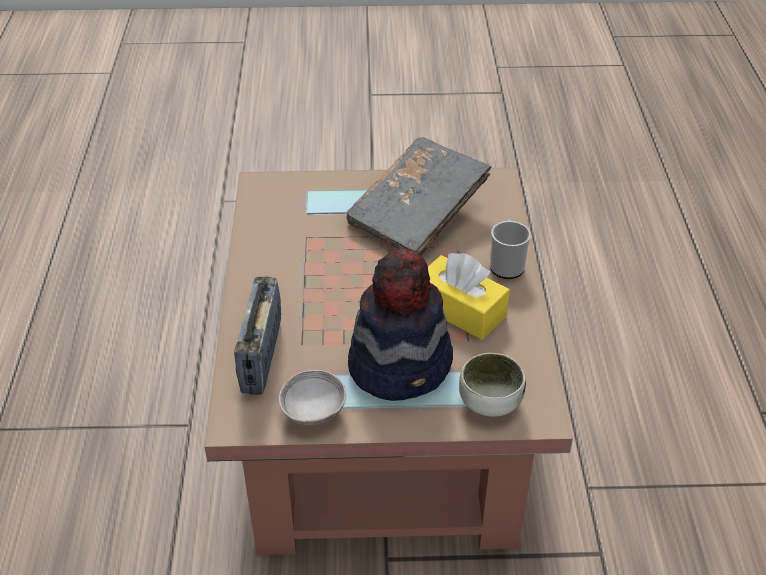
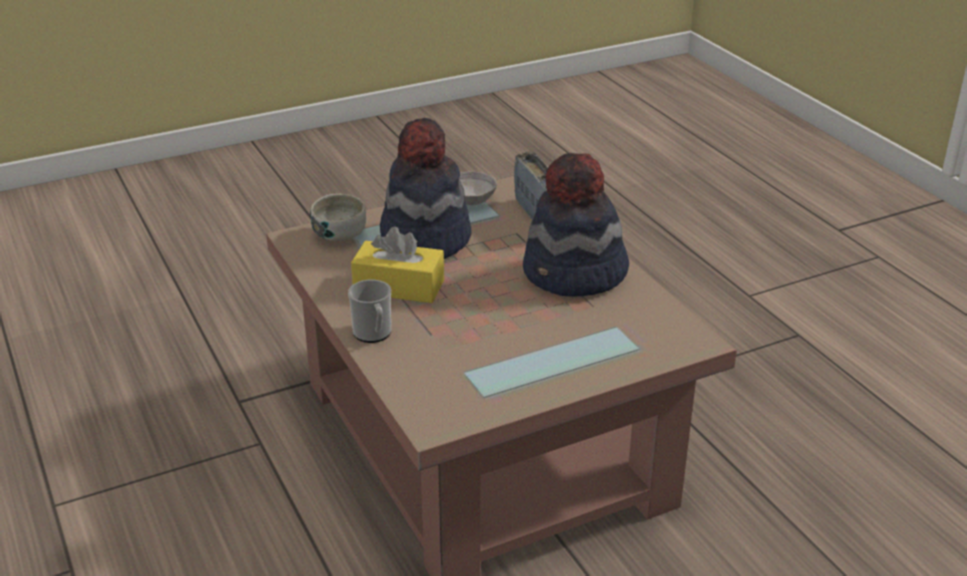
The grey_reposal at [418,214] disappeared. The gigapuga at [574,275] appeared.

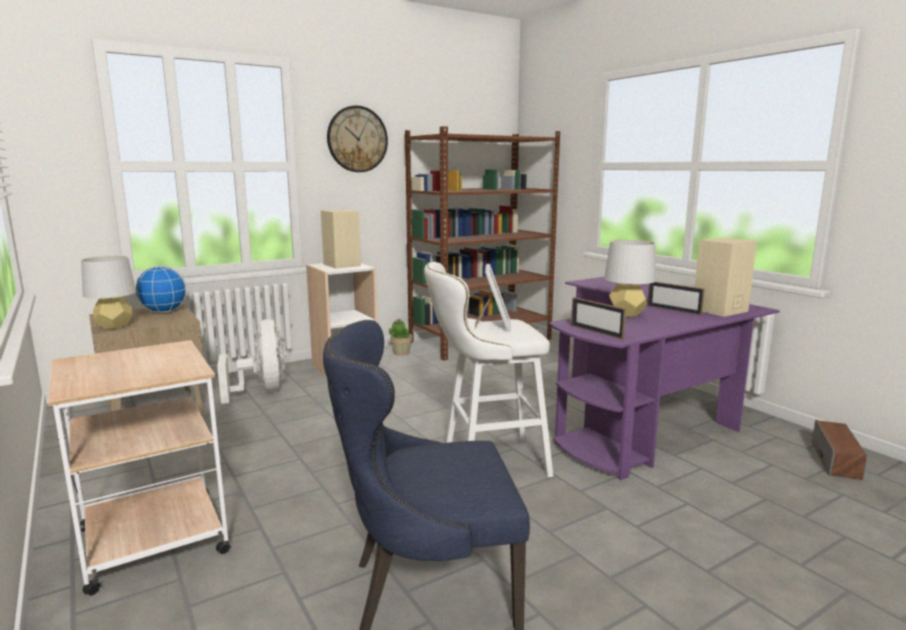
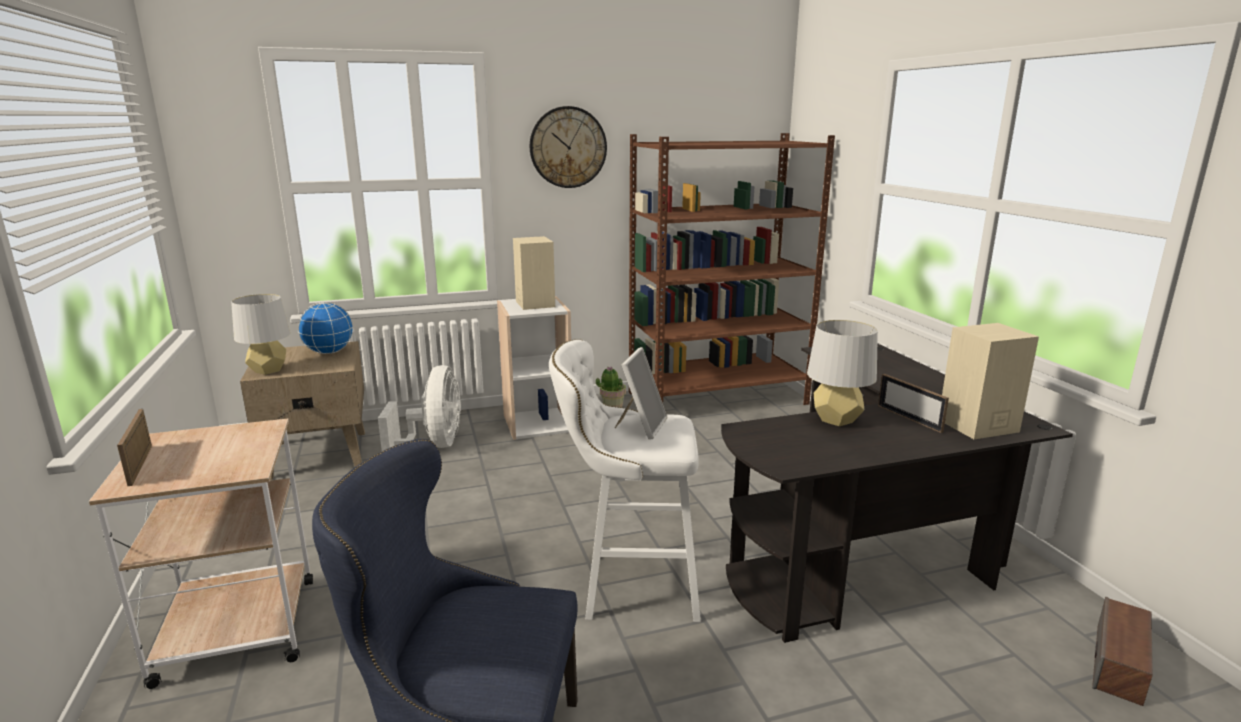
The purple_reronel at [643,416] became the black_reronel at [869,544]. The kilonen moved from [596,332] to [140,465].

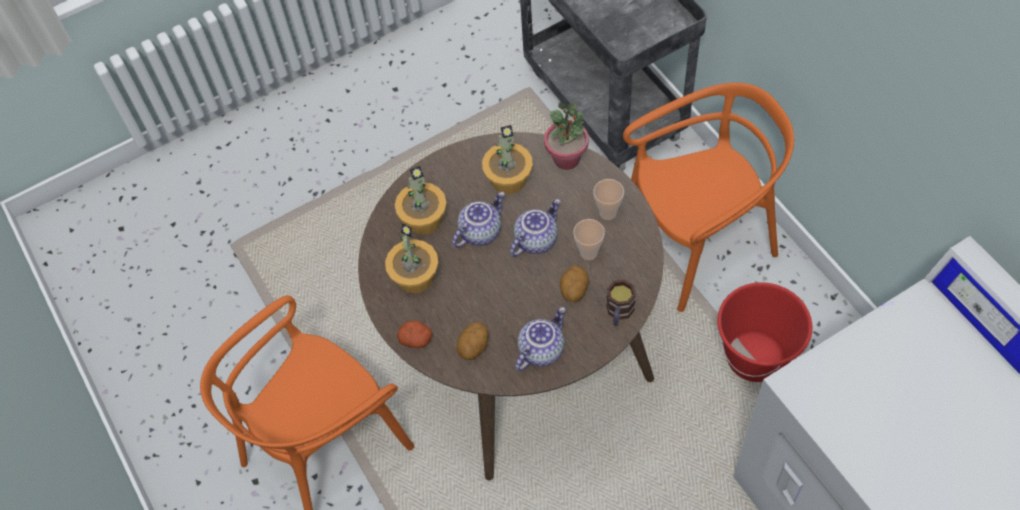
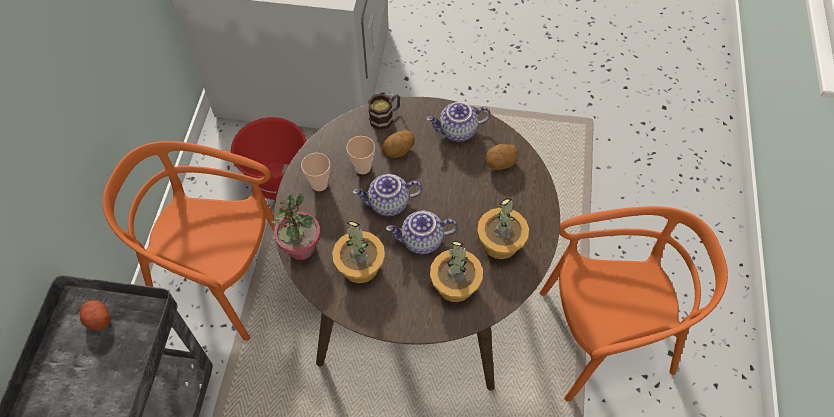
The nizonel moved from [416,339] to [97,319].

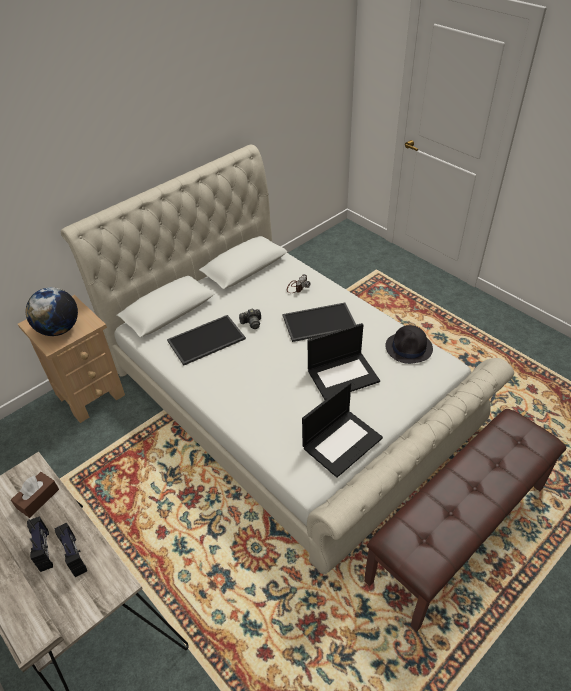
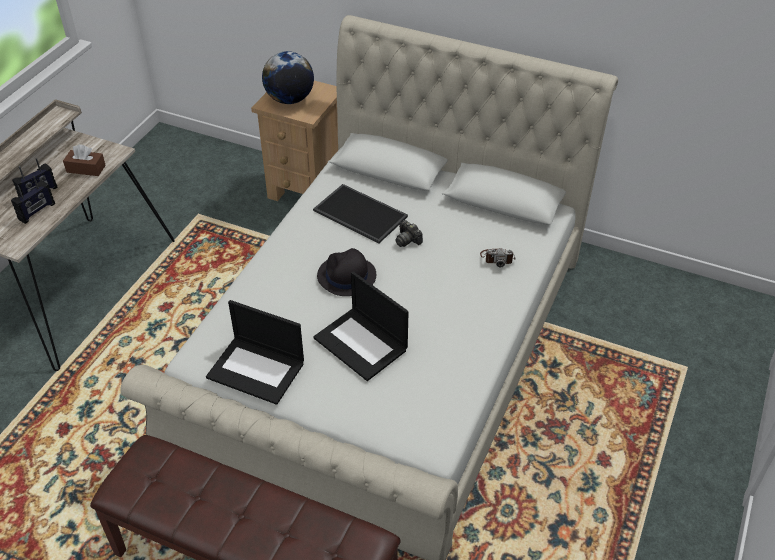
The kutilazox at [319,323] disappeared. The black_gigapuga moved from [409,348] to [346,276].

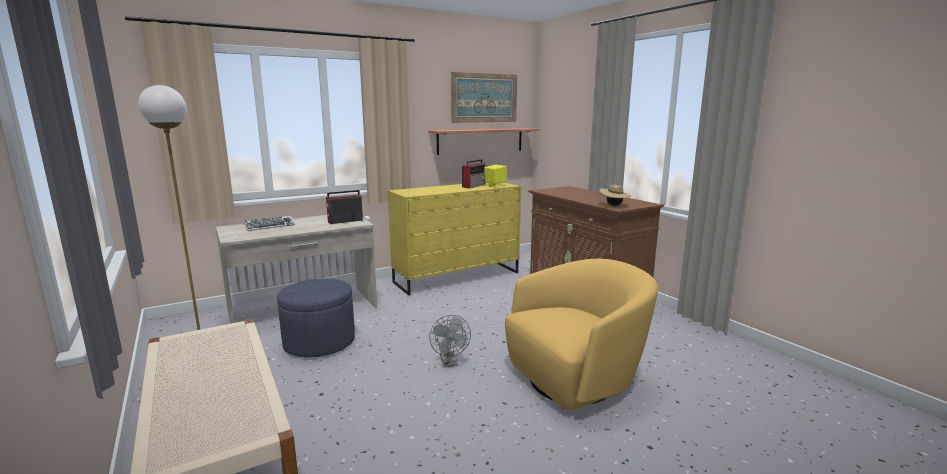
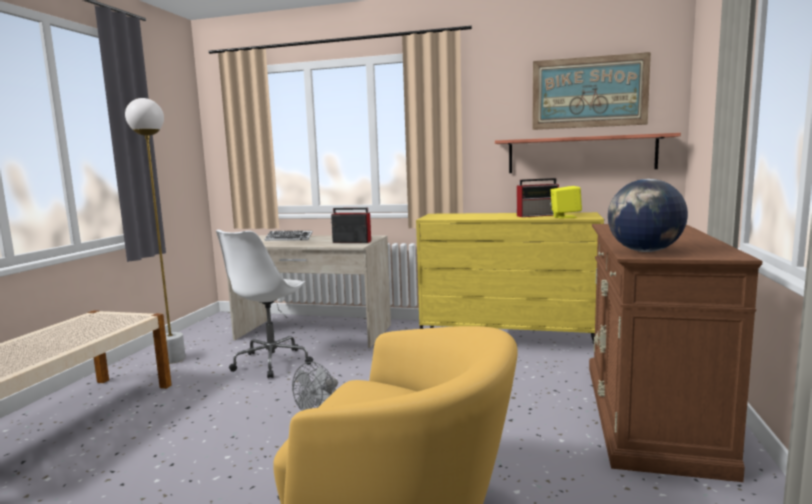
The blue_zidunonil at [319,342] was replaced by the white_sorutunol at [270,363]. The beige_gigapuga at [613,205] was replaced by the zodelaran at [644,251].

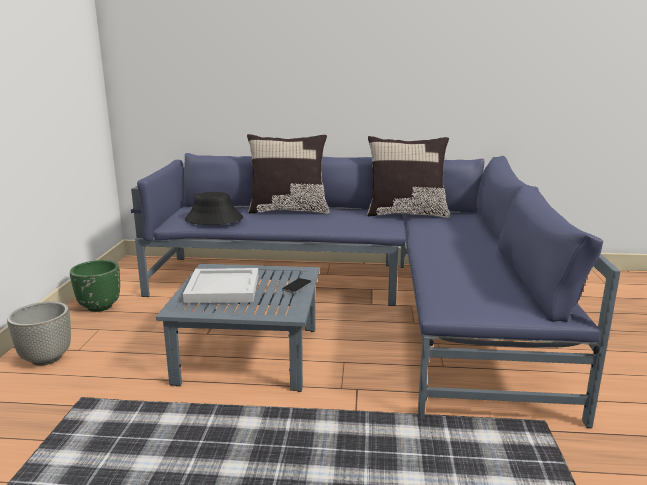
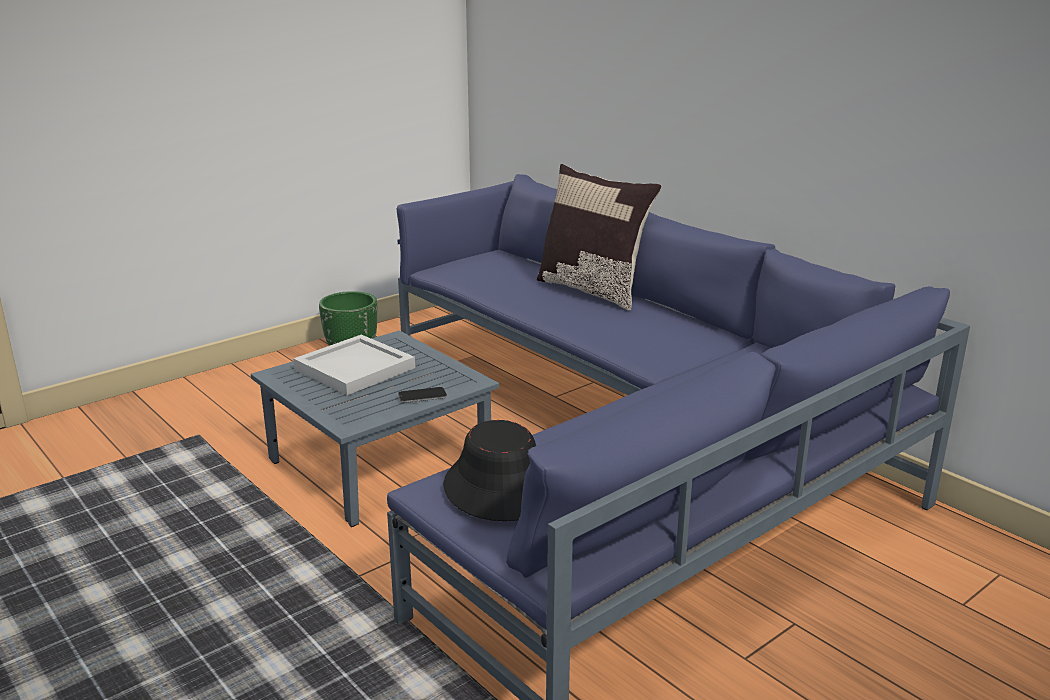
The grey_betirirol at [45,358] disappeared. The black_gigapuga moved from [214,219] to [500,487]. The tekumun at [406,214] disappeared.

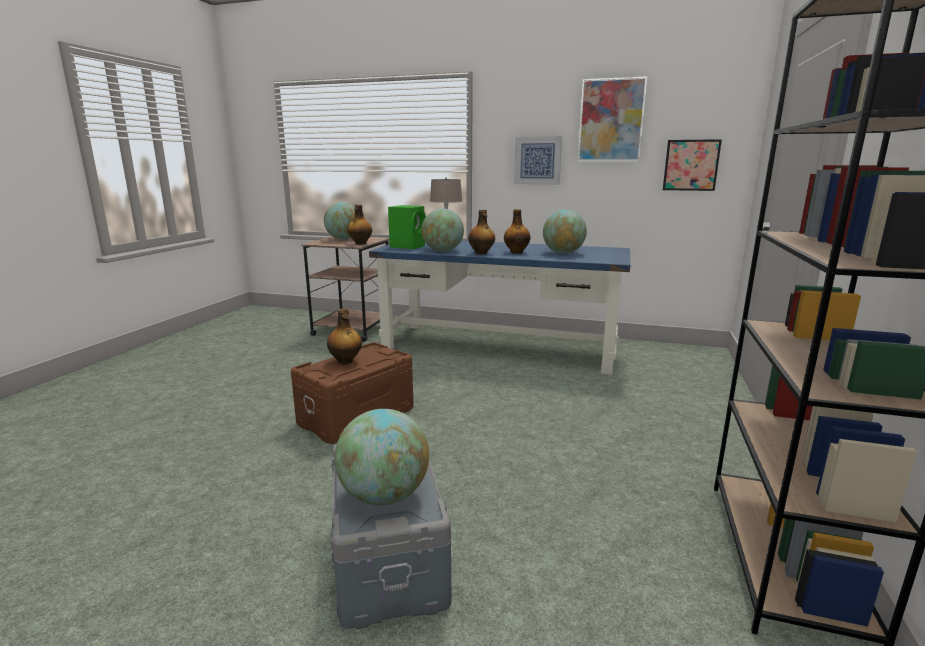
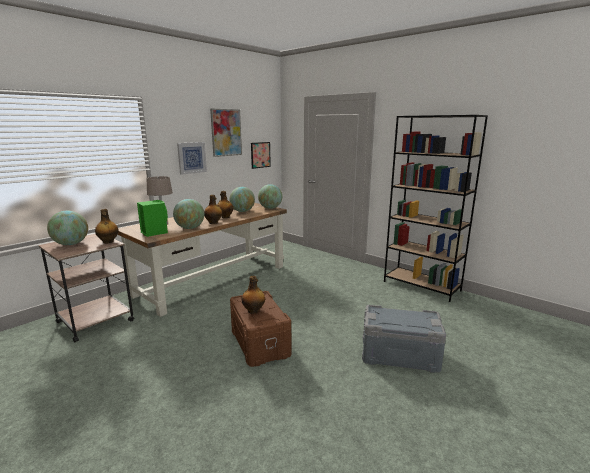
The zodelaran moved from [384,495] to [270,208]. The blue_reronel at [500,347] became the brown_reronel at [214,280].

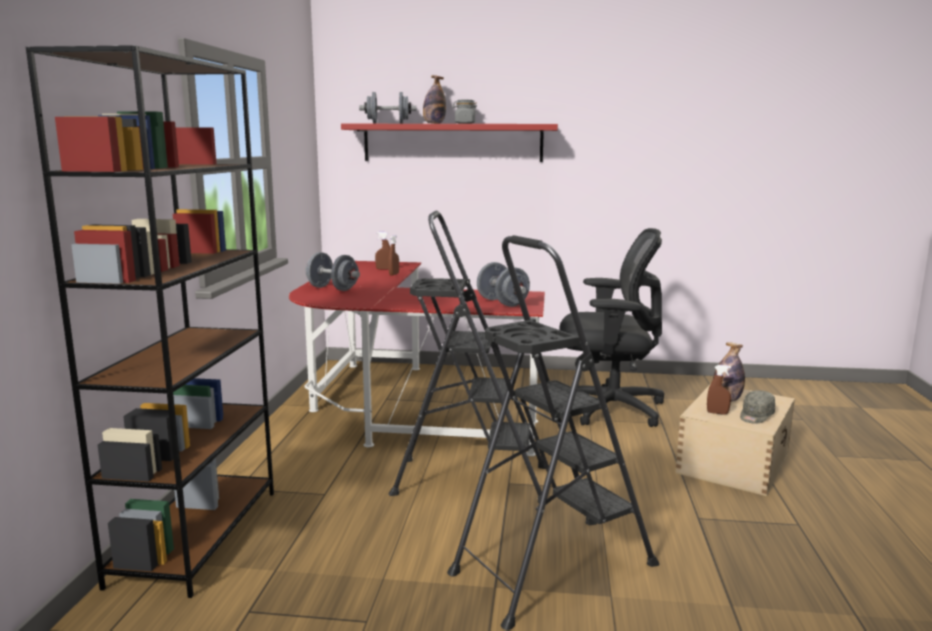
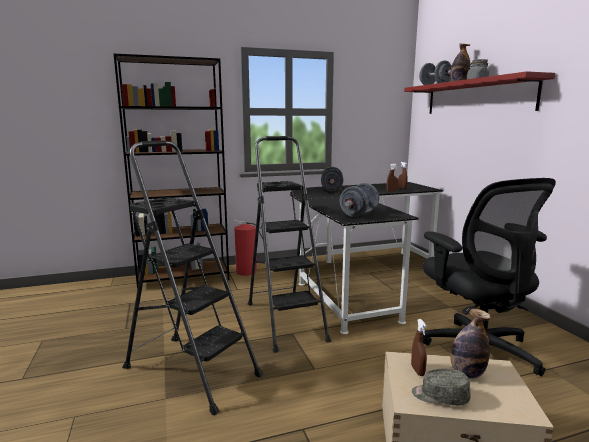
The red_reronel at [398,411] became the black_reronel at [356,279]. The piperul at [247,271] appeared.

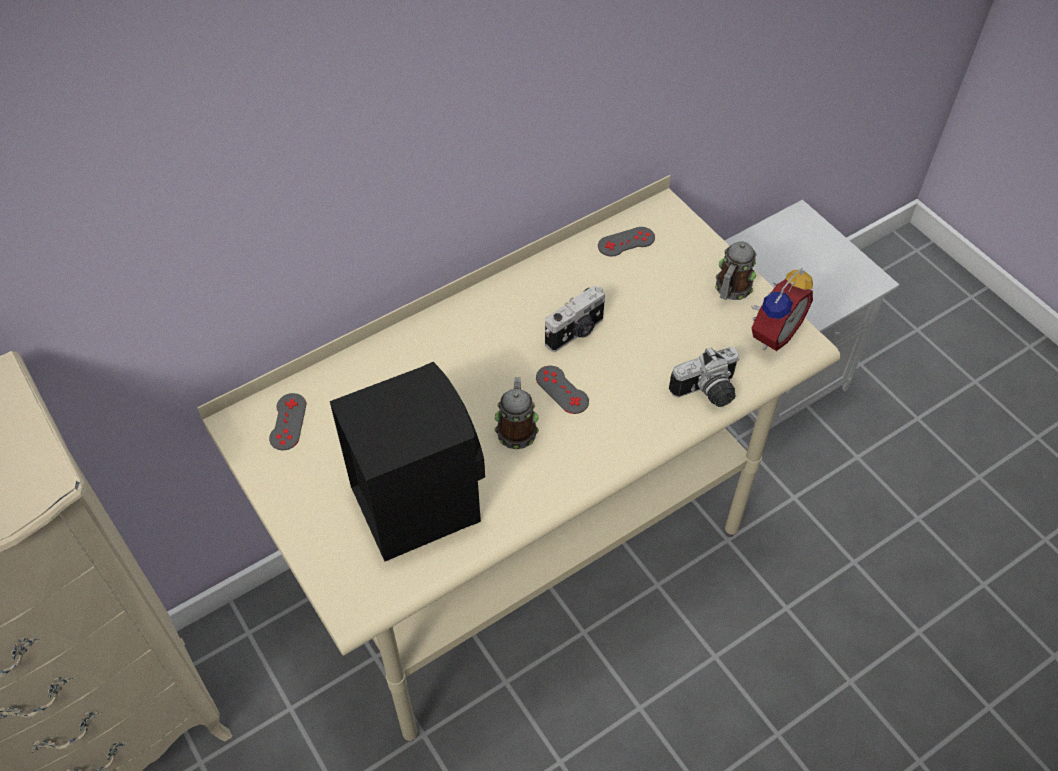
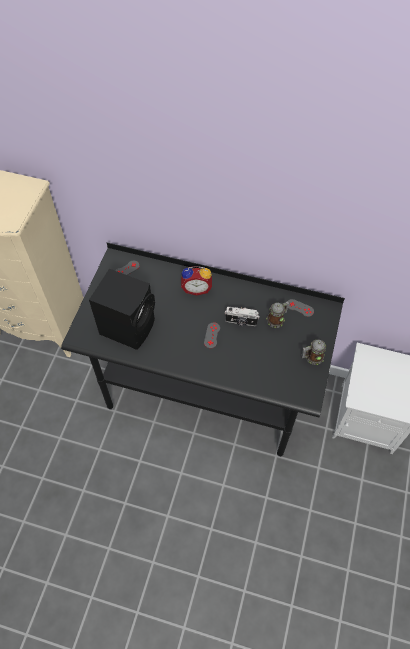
The beige_reronel at [528,560] became the black_reronel at [205,394]. The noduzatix moved from [516,428] to [277,319]. The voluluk at [708,393] disappeared. The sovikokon moved from [771,333] to [196,288].

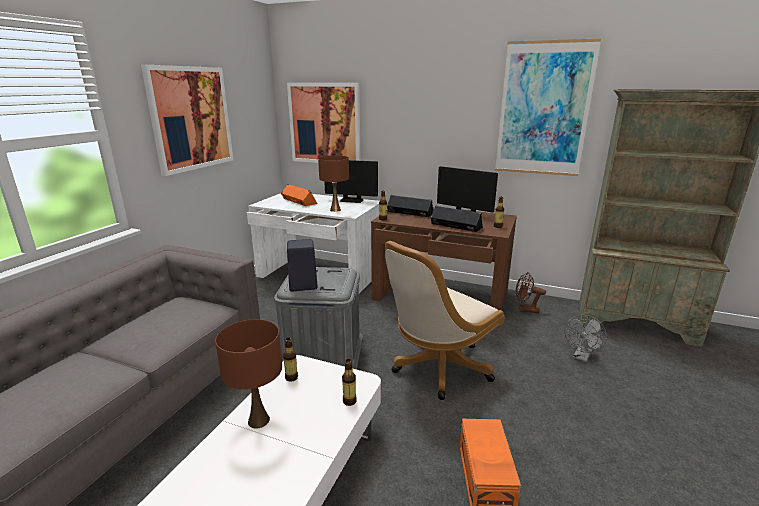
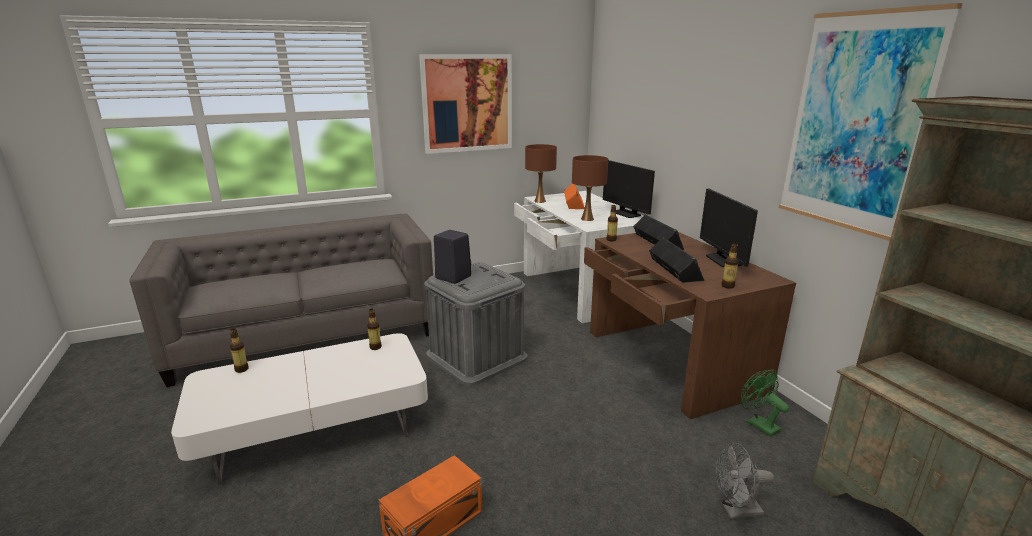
The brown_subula moved from [258,420] to [539,201]. The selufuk at [324,124] disappeared. The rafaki moved from [349,401] to [241,369]. The sorutunol at [437,369] disappeared. The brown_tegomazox at [525,310] became the green_tegomazox at [758,424].

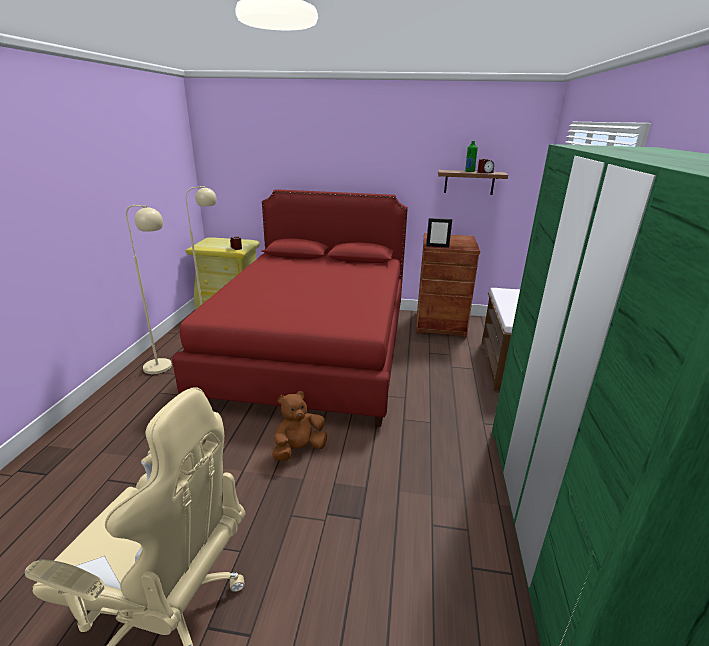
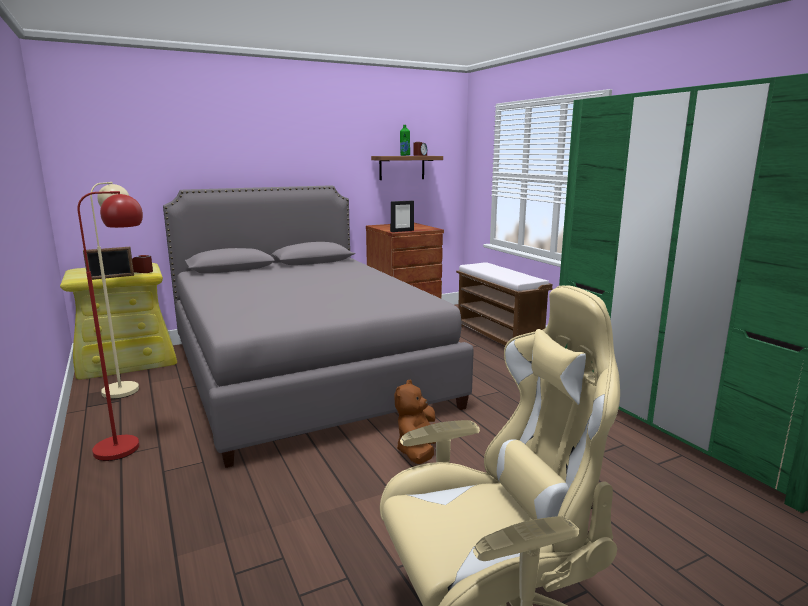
The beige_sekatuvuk at [165,369] became the red_sekatuvuk at [131,447]. The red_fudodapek at [313,348] became the grey_fudodapek at [304,372]. The kilonen at [111,277] appeared.

